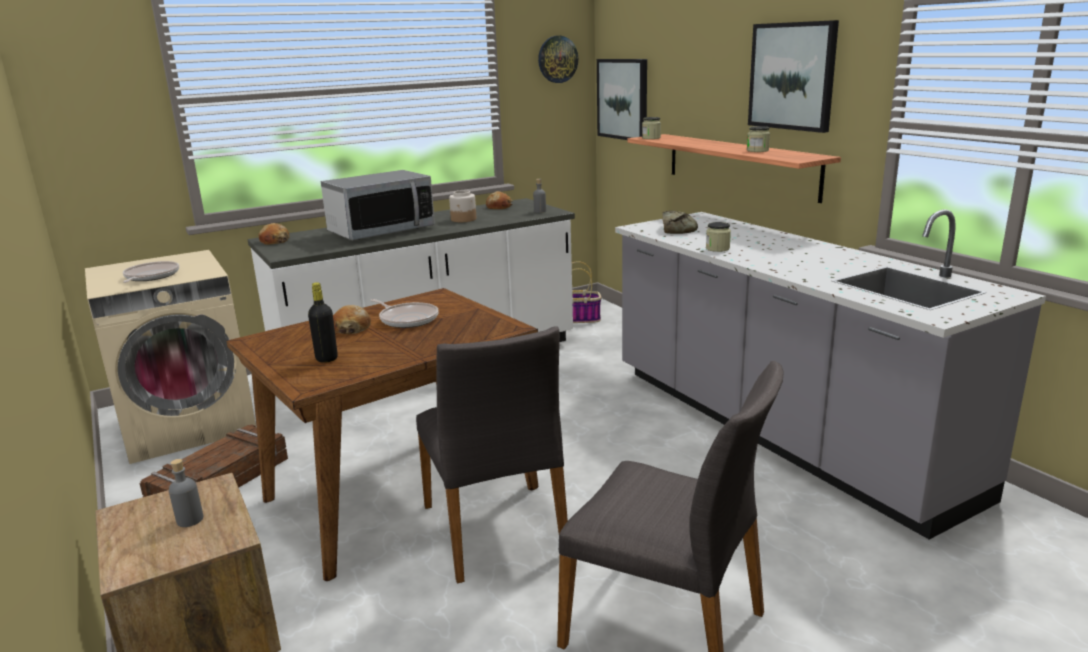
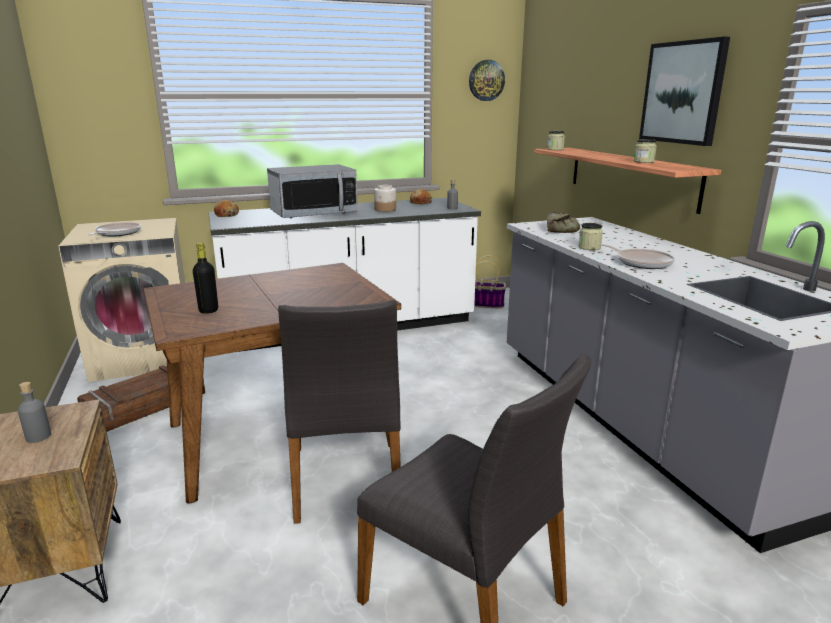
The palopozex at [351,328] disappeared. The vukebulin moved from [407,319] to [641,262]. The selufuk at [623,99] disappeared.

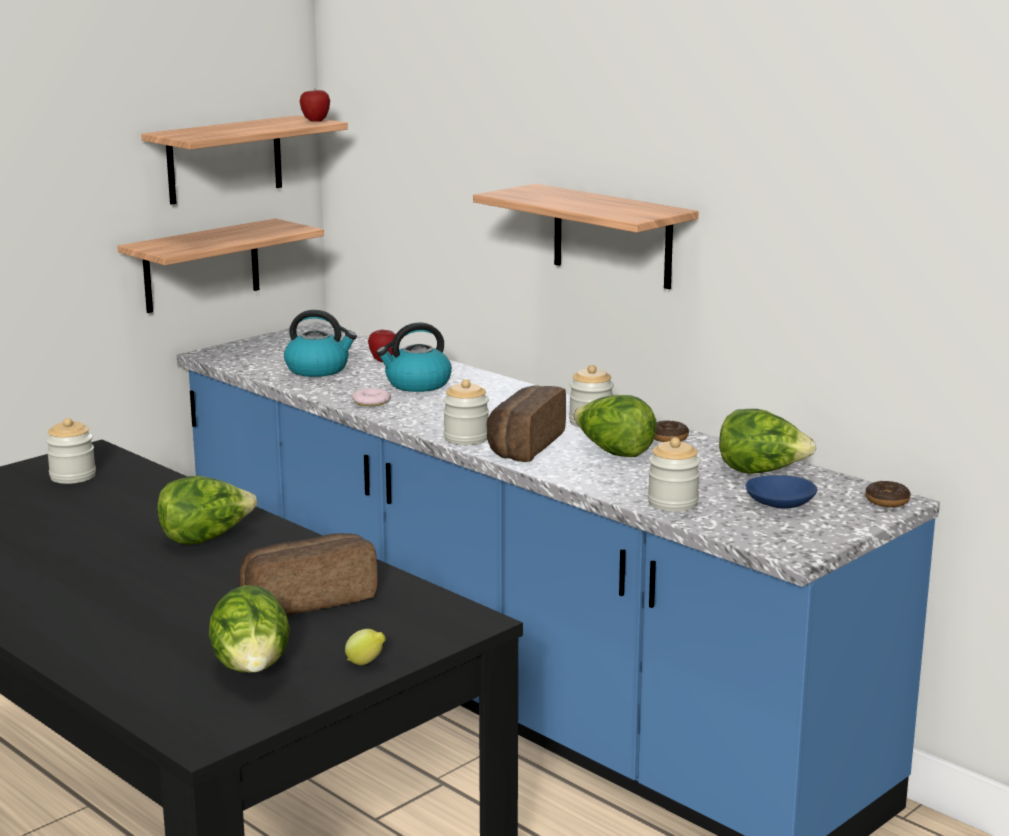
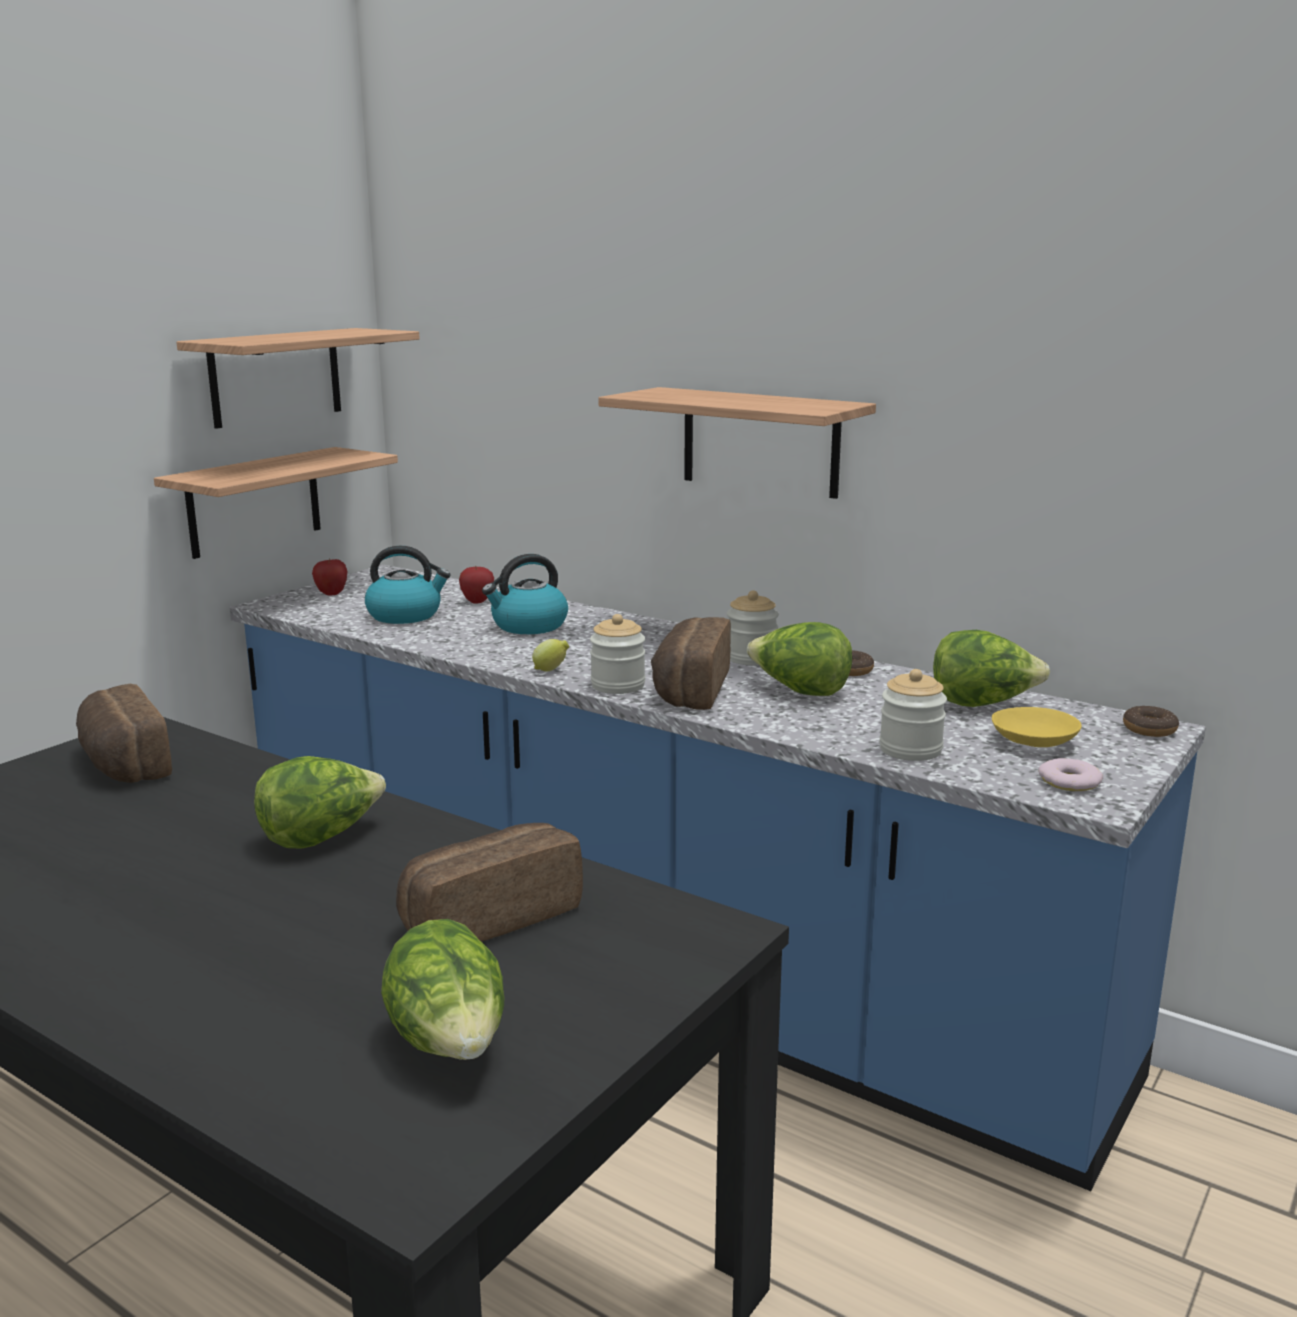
The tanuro at [73,476] was replaced by the palopozex at [122,764]. The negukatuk moved from [315,121] to [331,594]. The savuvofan moved from [366,663] to [551,670]. The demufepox moved from [371,402] to [1069,781]. The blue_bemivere at [779,503] became the yellow_bemivere at [1032,741].

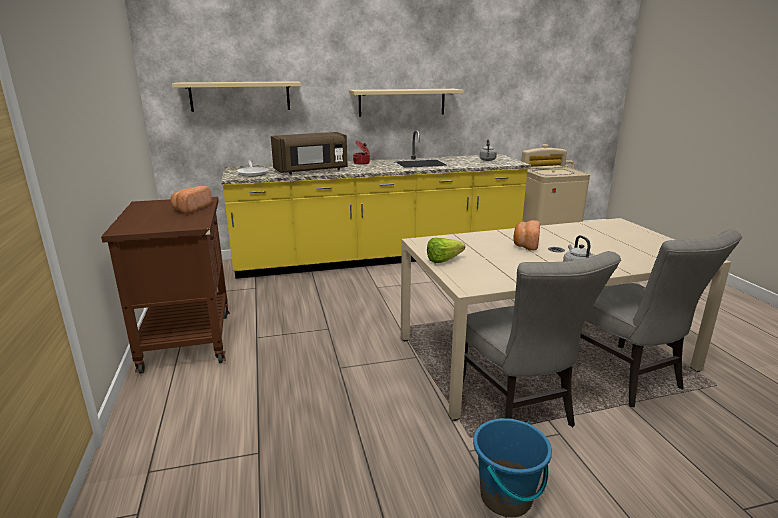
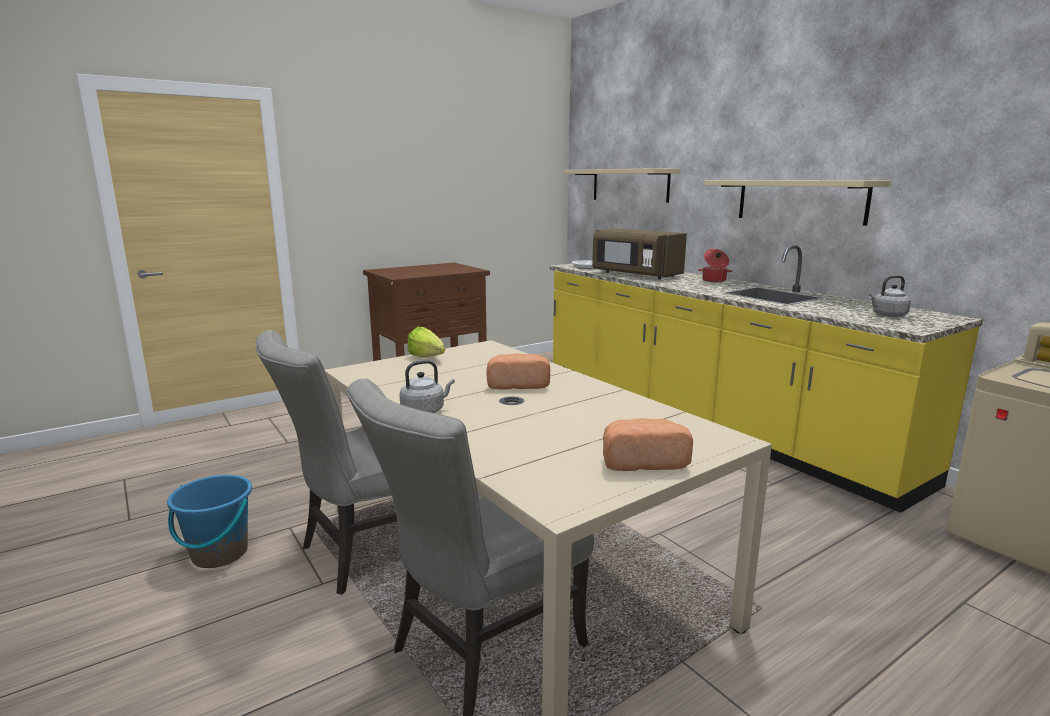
The palopozex moved from [191,209] to [642,462].

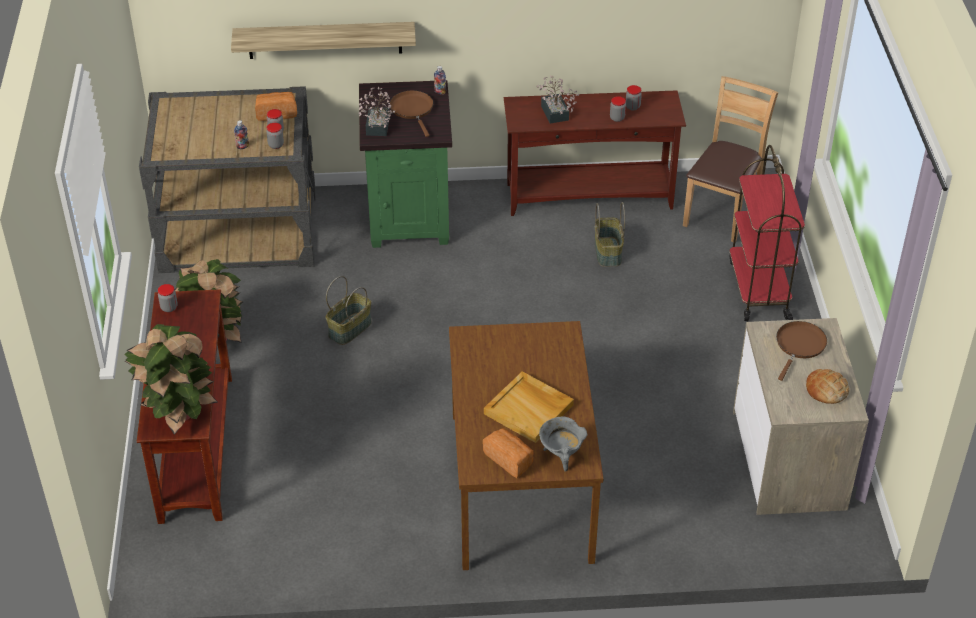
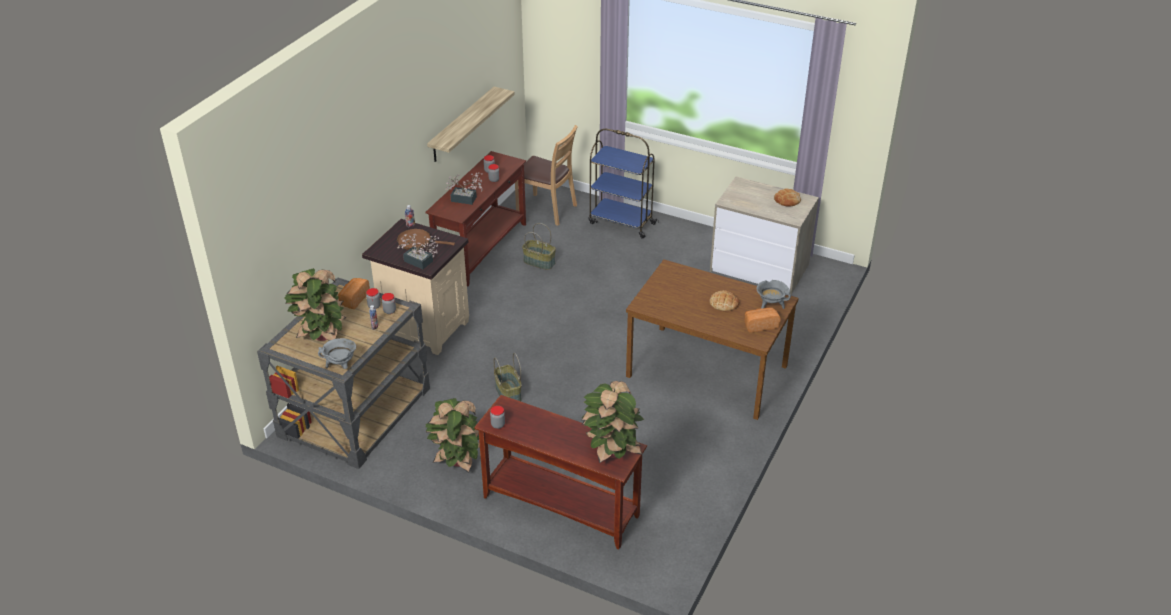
The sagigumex moved from [325,40] to [462,125]. The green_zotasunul at [409,216] became the beige_zotasunul at [423,328]. The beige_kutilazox at [529,409] was replaced by the palopozex at [724,303]. The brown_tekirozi at [722,213] turned 150 degrees clockwise. The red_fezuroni at [759,288] became the blue_fezuroni at [621,223]. The brown_vukebulin at [799,345] disappeared. The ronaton at [321,336] appeared. The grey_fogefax at [341,366] appeared.

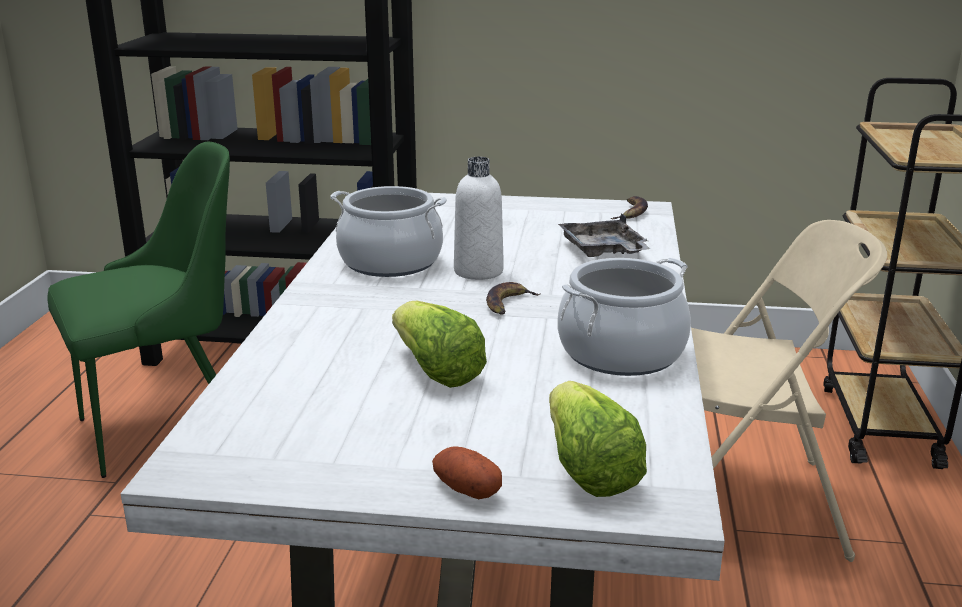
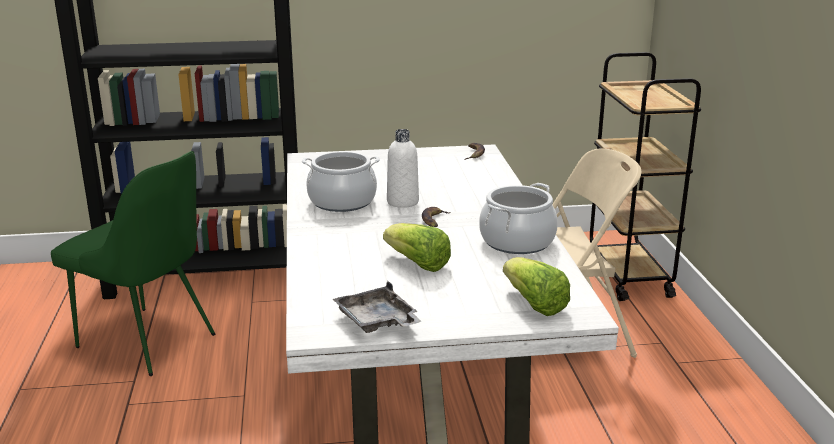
The green_tekirozi at [164,428] turned 75 degrees clockwise. The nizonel at [466,489] disappeared. The grey_kutilazox moved from [603,251] to [377,321].

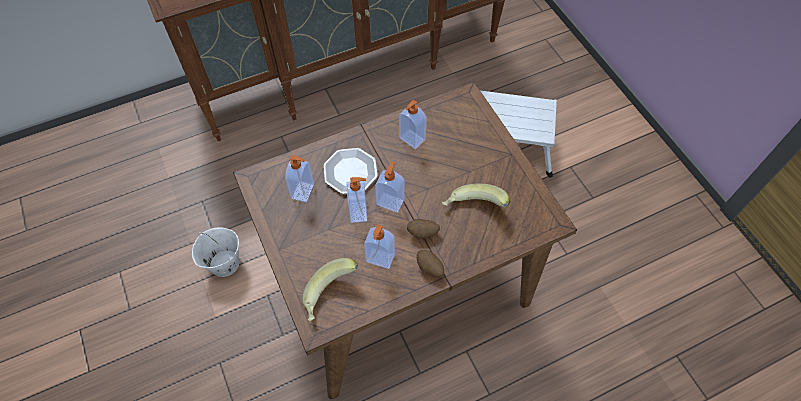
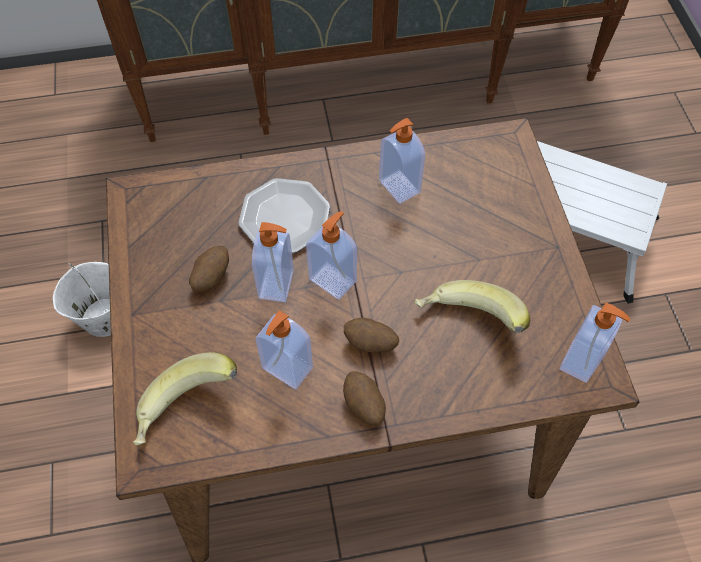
The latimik moved from [303,191] to [581,361]. The nizonel at [211,277] appeared.

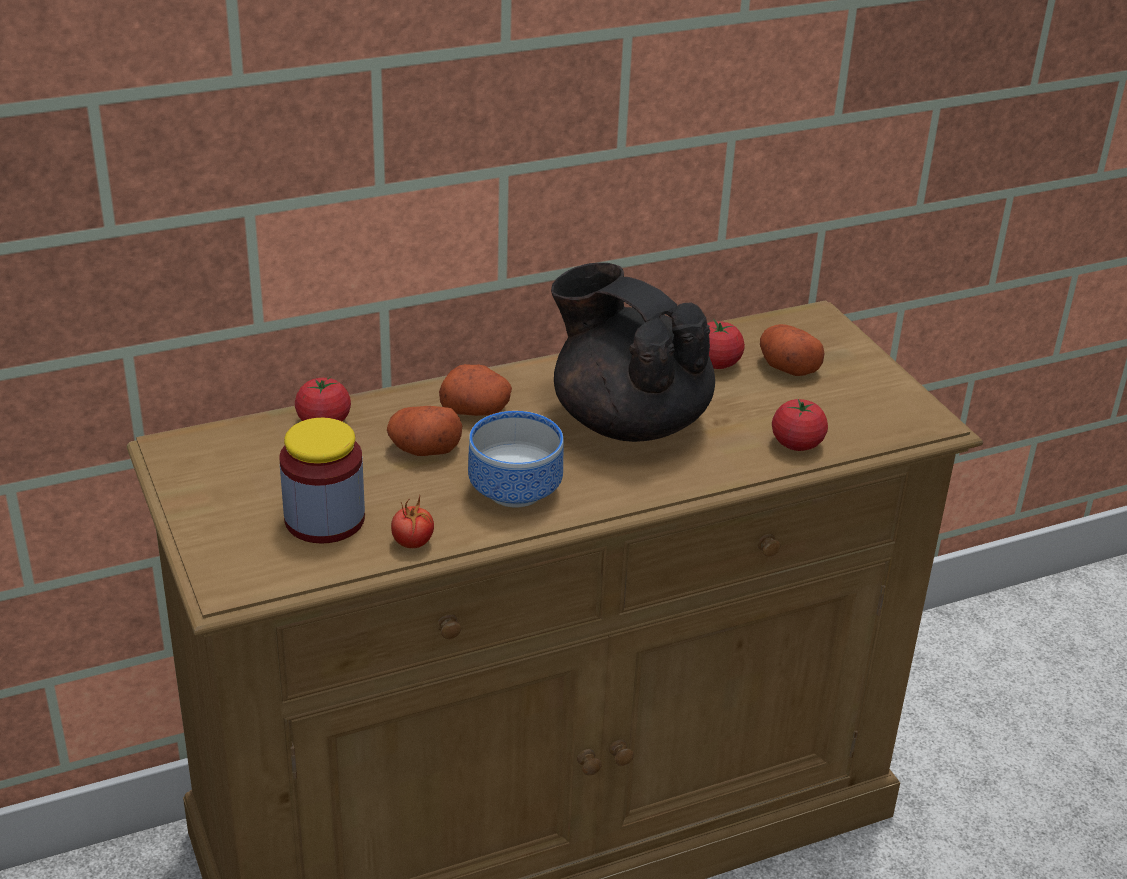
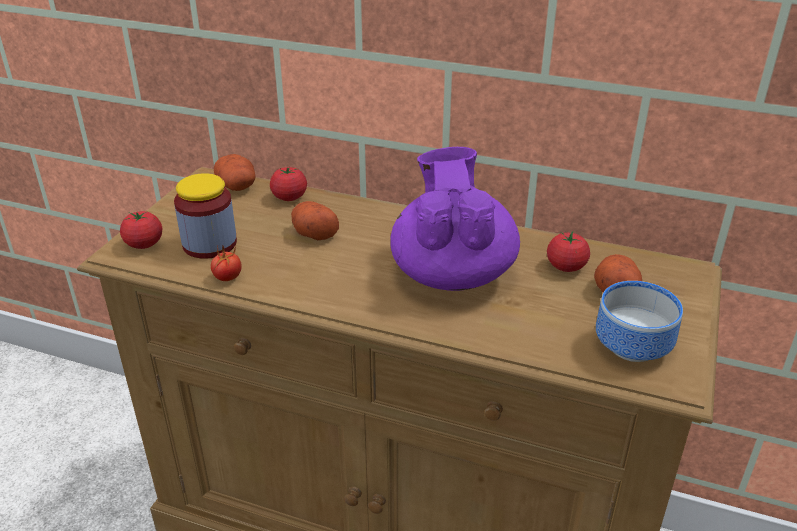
The nizonel moved from [476,410] to [237,186]. The bemivere moved from [515,488] to [634,345]. The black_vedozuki at [628,420] became the purple_vedozuki at [452,273]. The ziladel moved from [797,444] to [144,244].

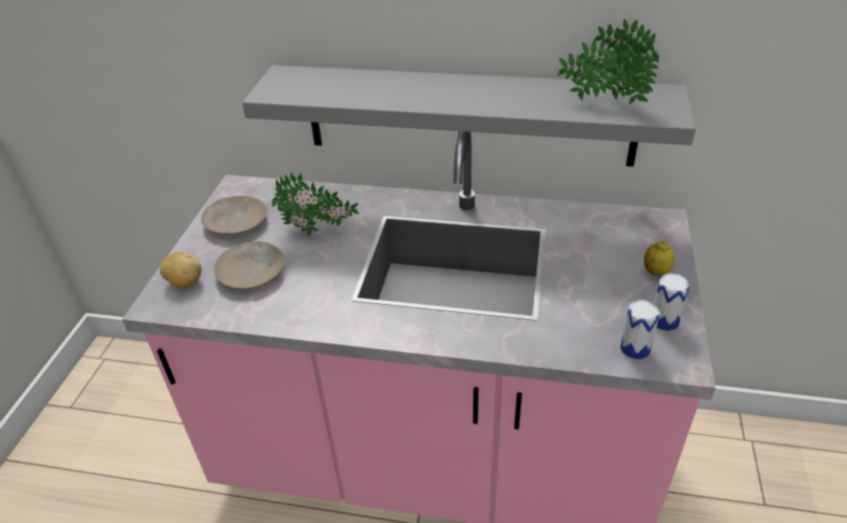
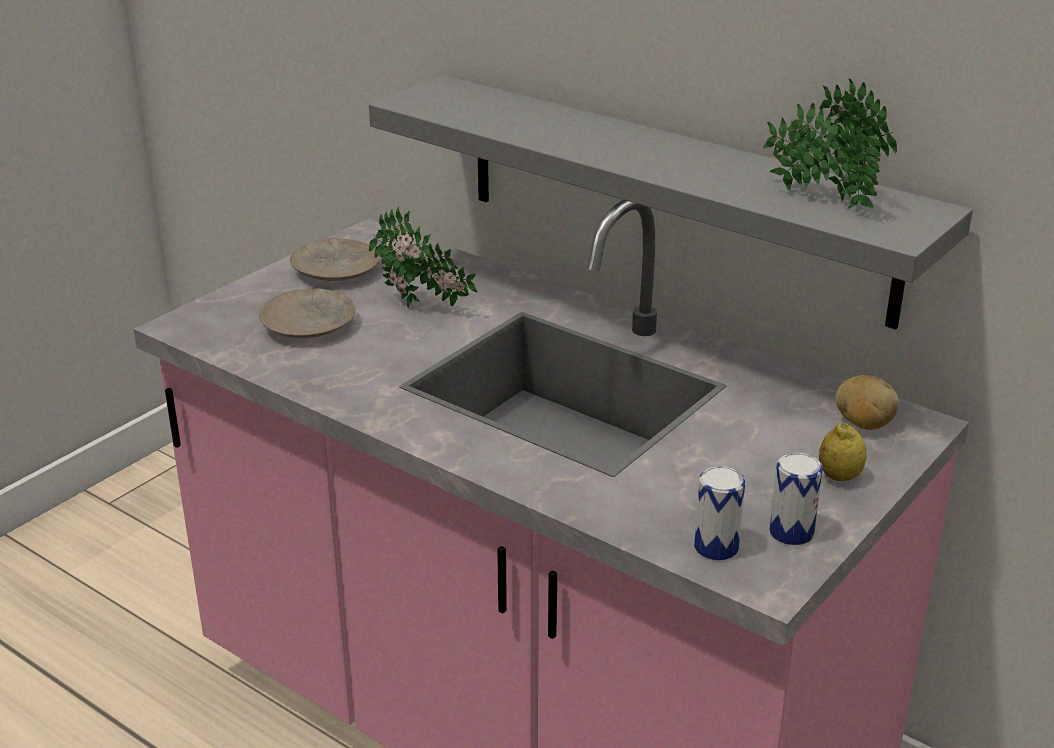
The nizonel moved from [184,282] to [862,424].

